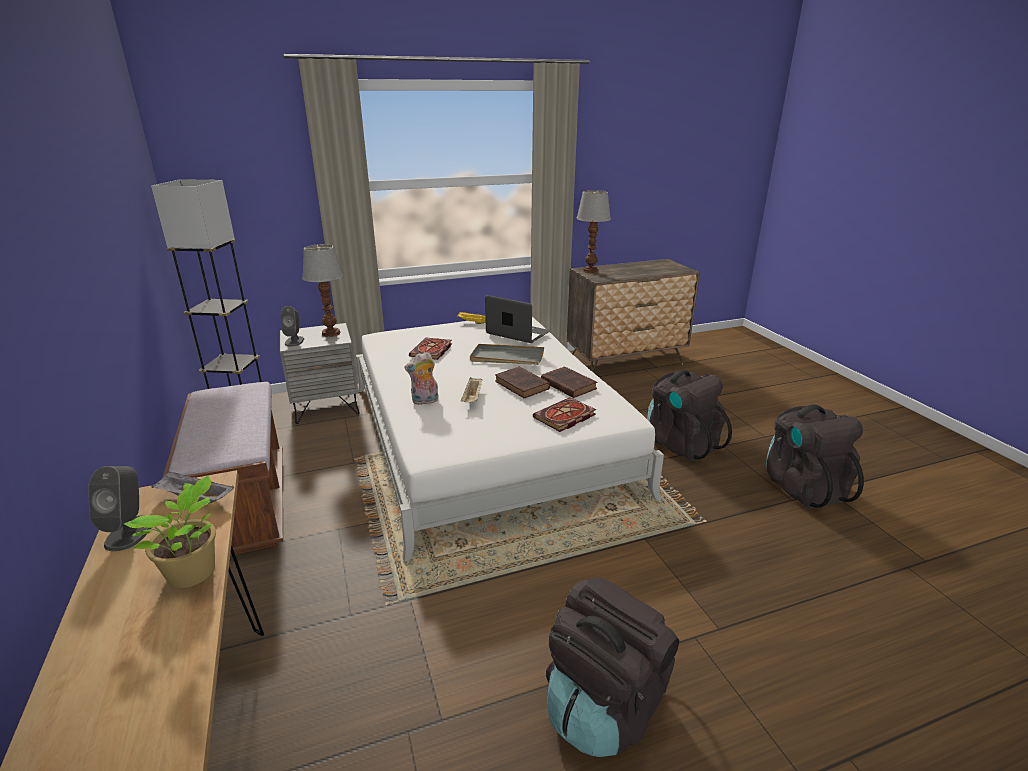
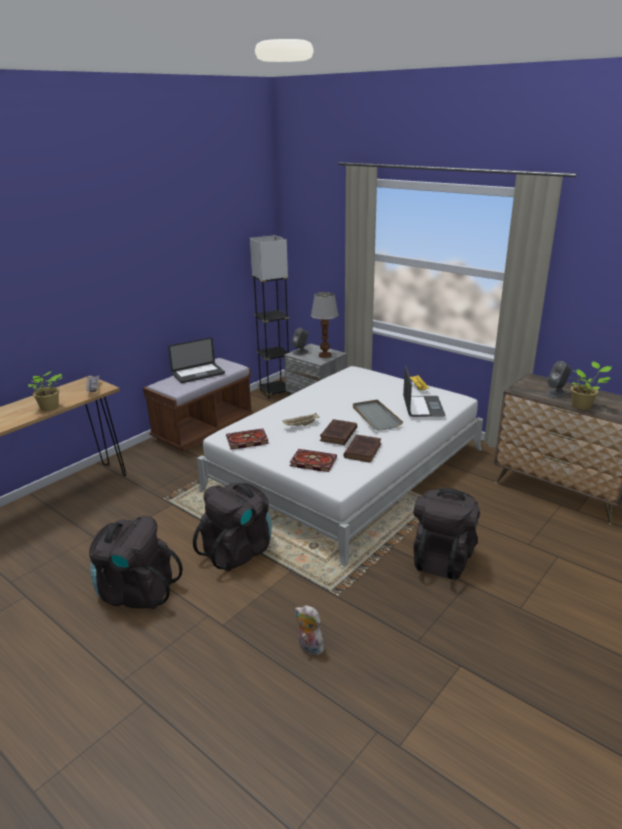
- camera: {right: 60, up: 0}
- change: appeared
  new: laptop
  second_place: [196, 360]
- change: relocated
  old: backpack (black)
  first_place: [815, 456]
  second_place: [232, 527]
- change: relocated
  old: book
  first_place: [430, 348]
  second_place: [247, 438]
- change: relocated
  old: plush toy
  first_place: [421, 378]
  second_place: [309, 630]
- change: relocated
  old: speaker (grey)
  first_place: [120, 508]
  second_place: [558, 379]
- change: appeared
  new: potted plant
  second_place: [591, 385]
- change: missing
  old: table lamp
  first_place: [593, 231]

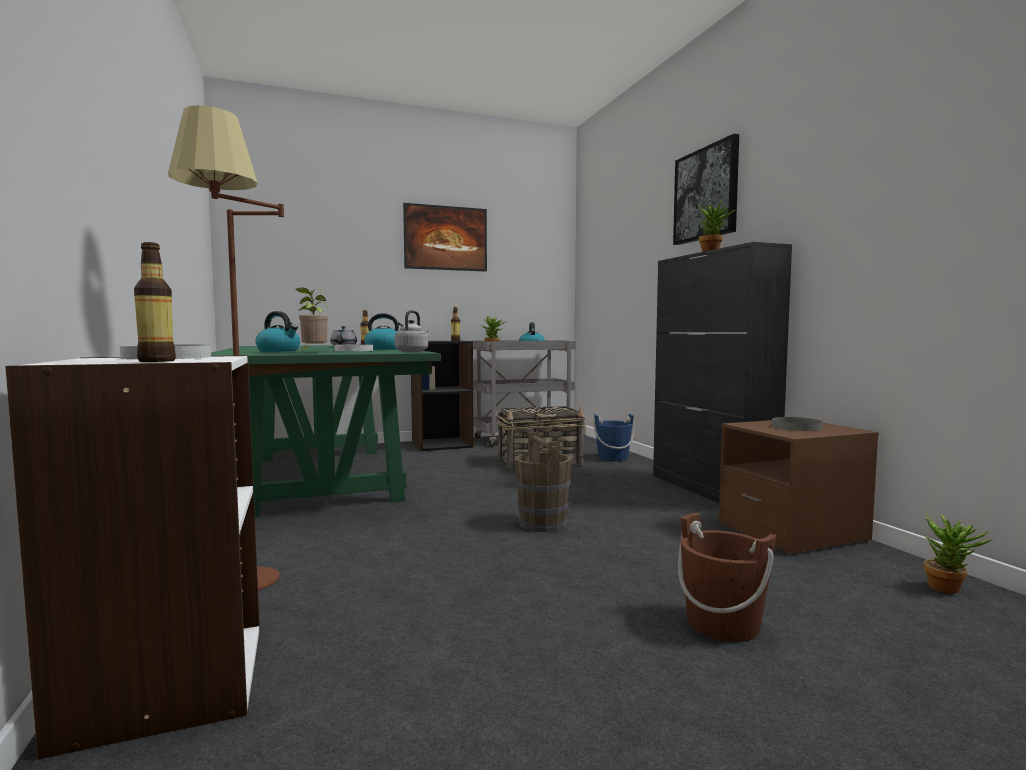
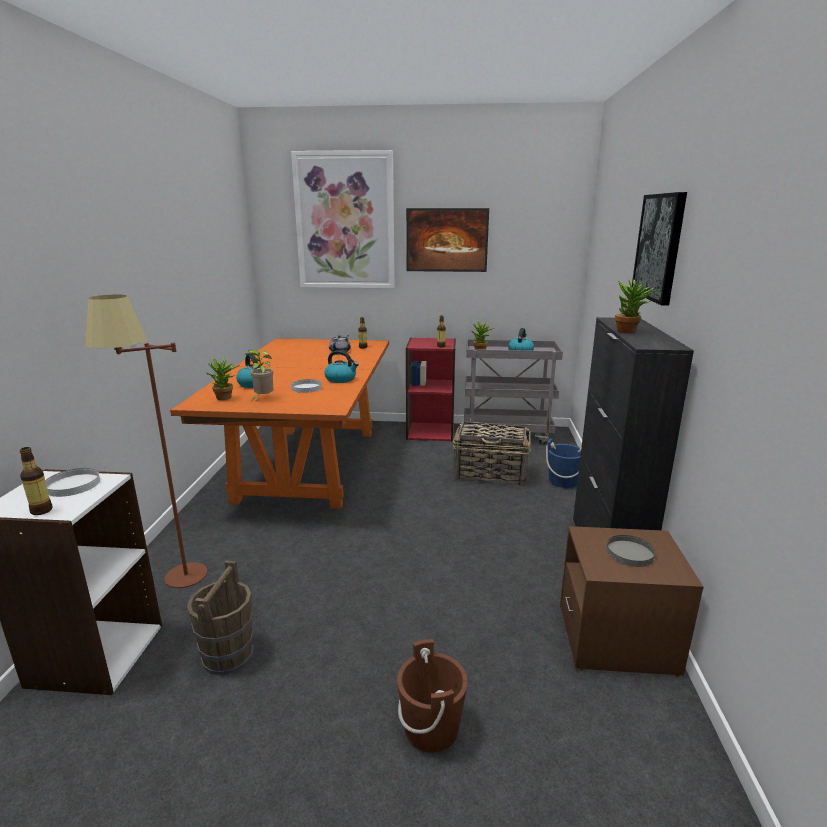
- camera: {right: 25, up: 15}
- change: colour
  old: dining table (green)
  new: dining table (orange)
  first_place: [326, 430]
  second_place: [279, 423]
- change: relocated
  old: bucket (brown)
  first_place: [543, 481]
  second_place: [220, 617]
- change: relocated
  old: potted plant
  first_place: [958, 553]
  second_place: [222, 378]
- change: appeared
  new: picture
  second_place: [343, 219]
- change: colour
  old: bookcase (black)
  new: bookcase (red)
  first_place: [442, 395]
  second_place: [431, 389]
- change: missing
  old: kettle (grey)
  first_place: [411, 331]

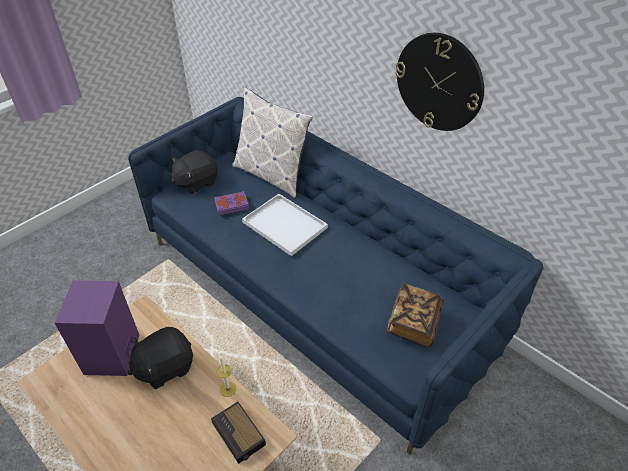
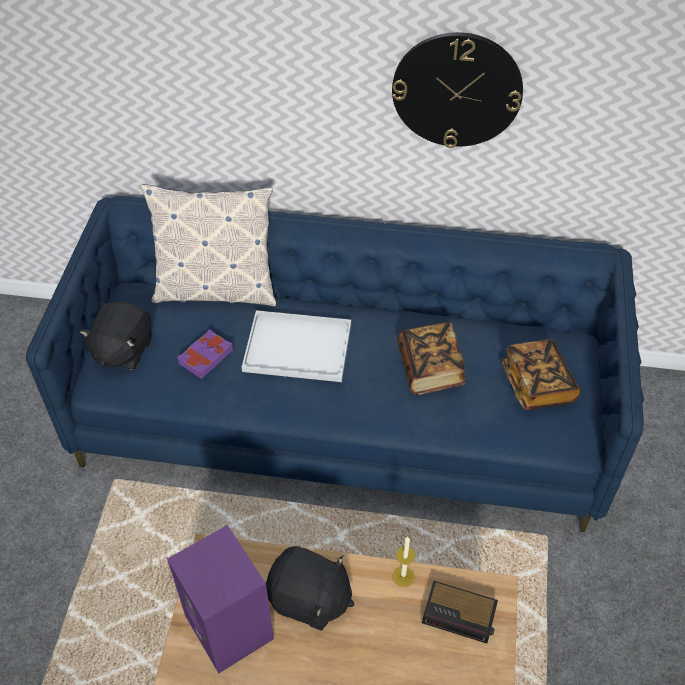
- camera: {right: -35, up: 5}
- change: spun
  old: plush toy (black)
  first_place: [160, 358]
  second_place: [310, 588]
  degrees: -90
- change: appeared
  new: book
  second_place: [431, 358]

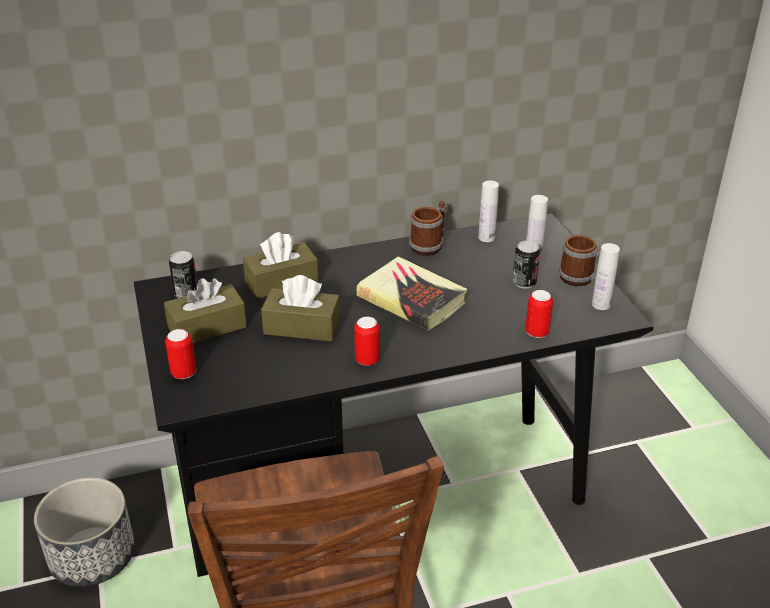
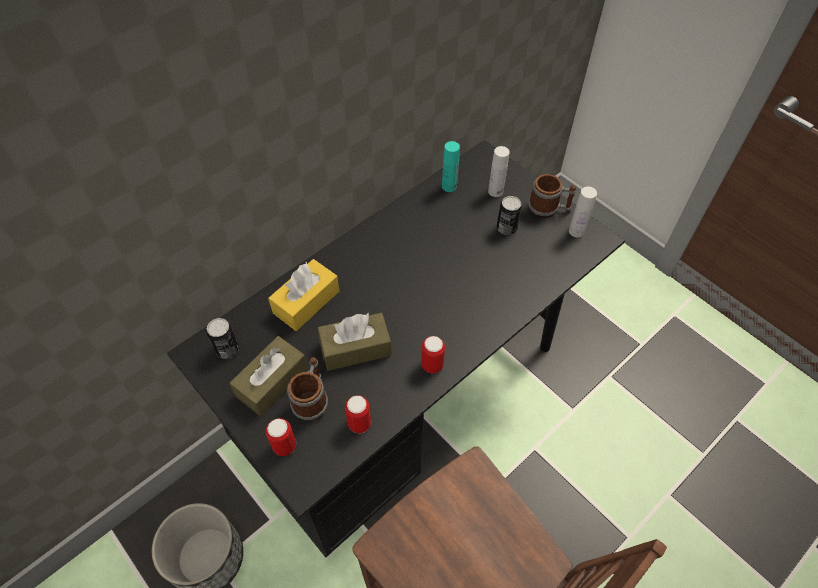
- camera: {right: -25, up: 20}
- change: colour
  old: tissue box (brown)
  new: tissue box (yellow)
  first_place: [281, 265]
  second_place: [303, 295]
- change: relocated
  old: mug
  first_place: [427, 228]
  second_place: [307, 389]
- change: relocated
  old: can
  first_place: [539, 314]
  second_place: [358, 414]
- change: colour
  old: bottle (white)
  new: bottle (turquoise)
  first_place: [488, 211]
  second_place: [451, 166]
- change: missing
  old: book
  first_place: [411, 293]

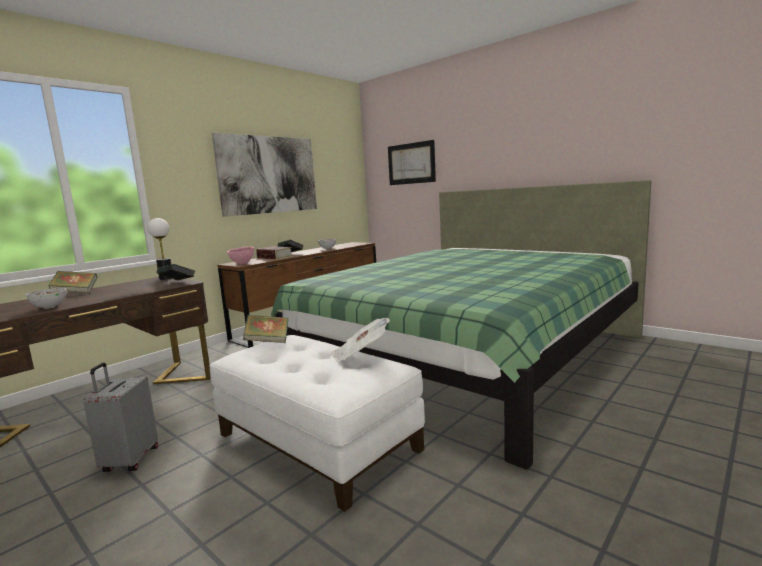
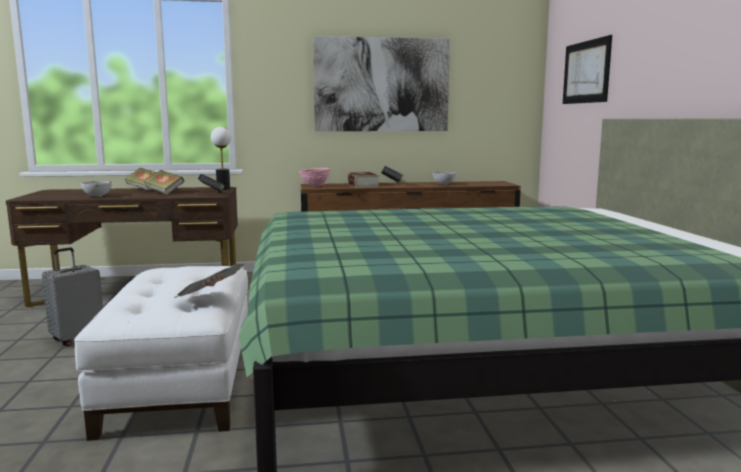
- camera: {right: 40, up: 0}
- change: relocated
  old: book
  first_place: [265, 329]
  second_place: [164, 182]

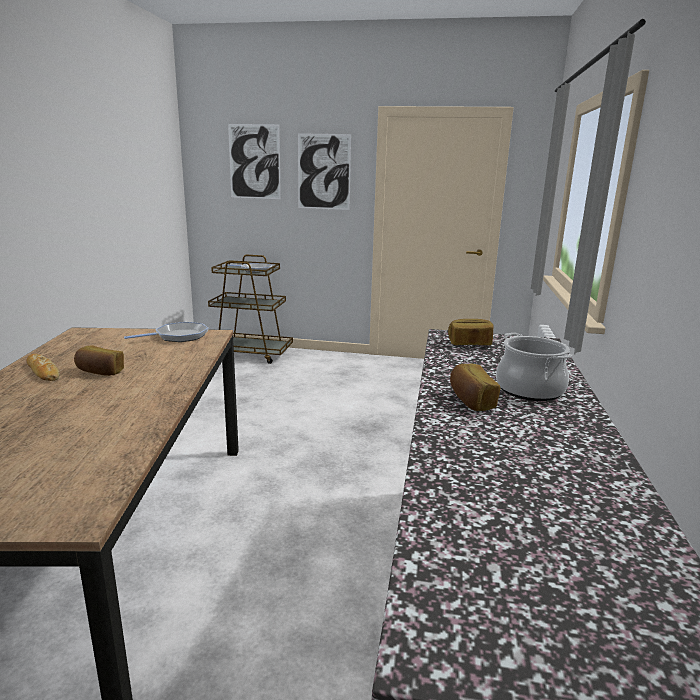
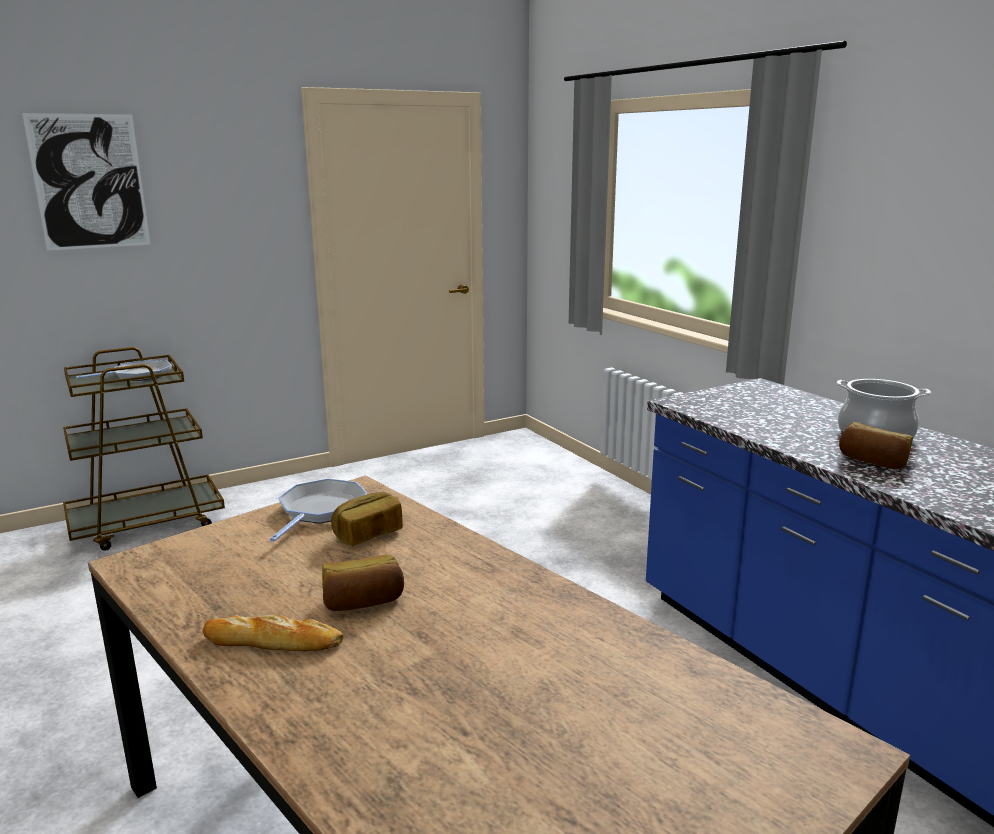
- camera: {right: -40, up: 0}
- change: relocated
  old: bread
  first_place: [470, 332]
  second_place: [367, 519]
- change: missing
  old: picture
  first_place: [324, 171]

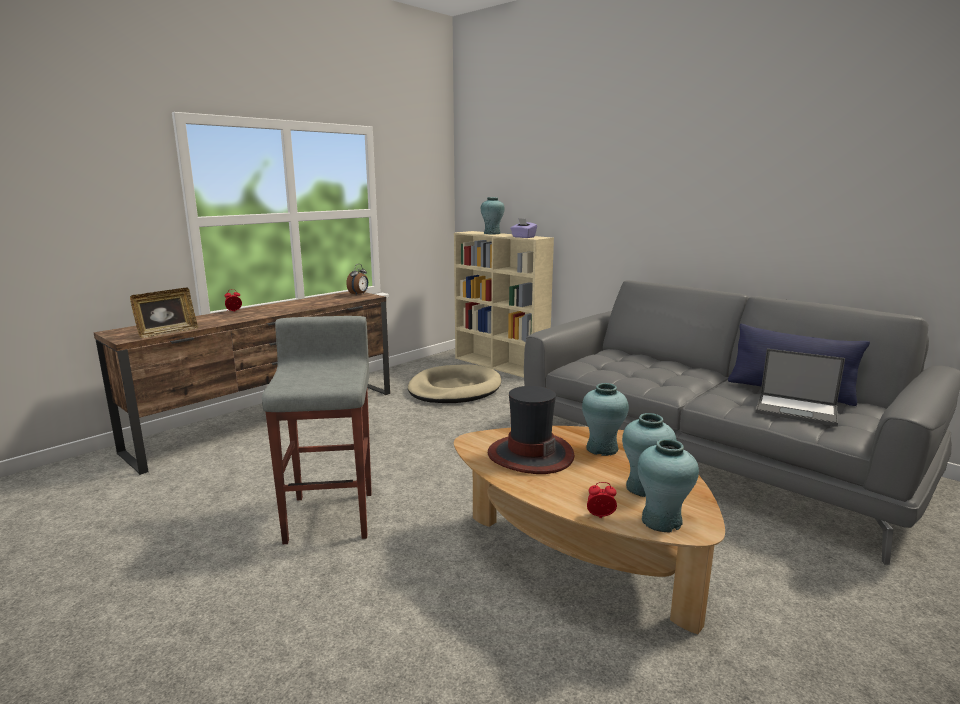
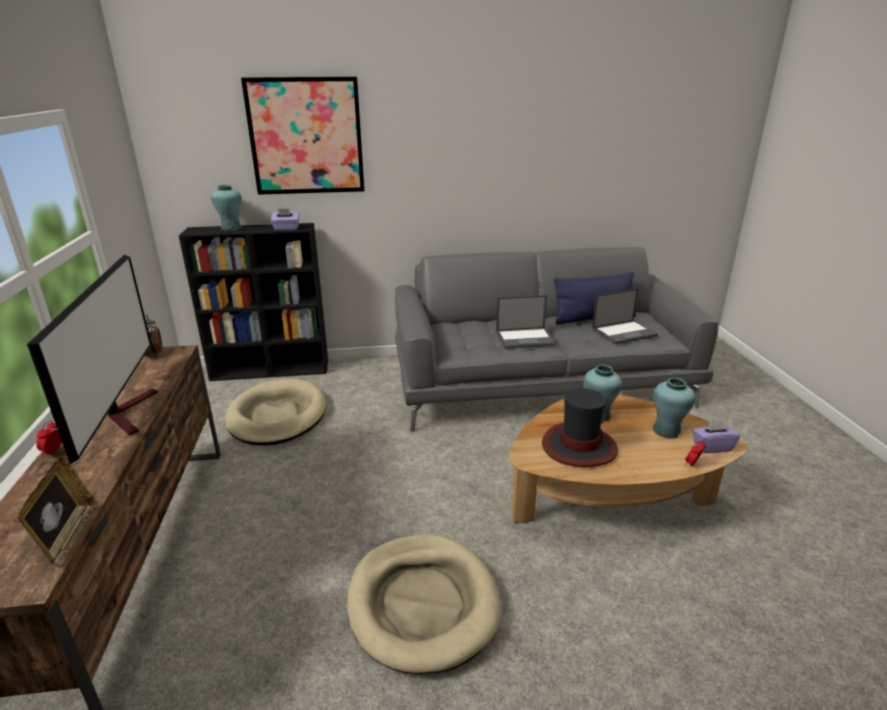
- camera: {right: -50, up: 10}
- change: appeared
  new: television
  second_place: [92, 359]
- change: colour
  old: bookcase (beige)
  new: bookcase (black)
  first_place: [504, 304]
  second_place: [253, 302]
- change: appeared
  new: picture
  second_place: [302, 136]
- change: exchanged
  old: stool (grey)
  new: dog bed (beige)
  first_place: [317, 430]
  second_place: [424, 604]
- change: appeared
  new: laptop
  second_place: [526, 322]
- change: exchanged
  old: vase (turquoise)
  new: tissue box (purple)
  first_place: [668, 486]
  second_place: [716, 436]

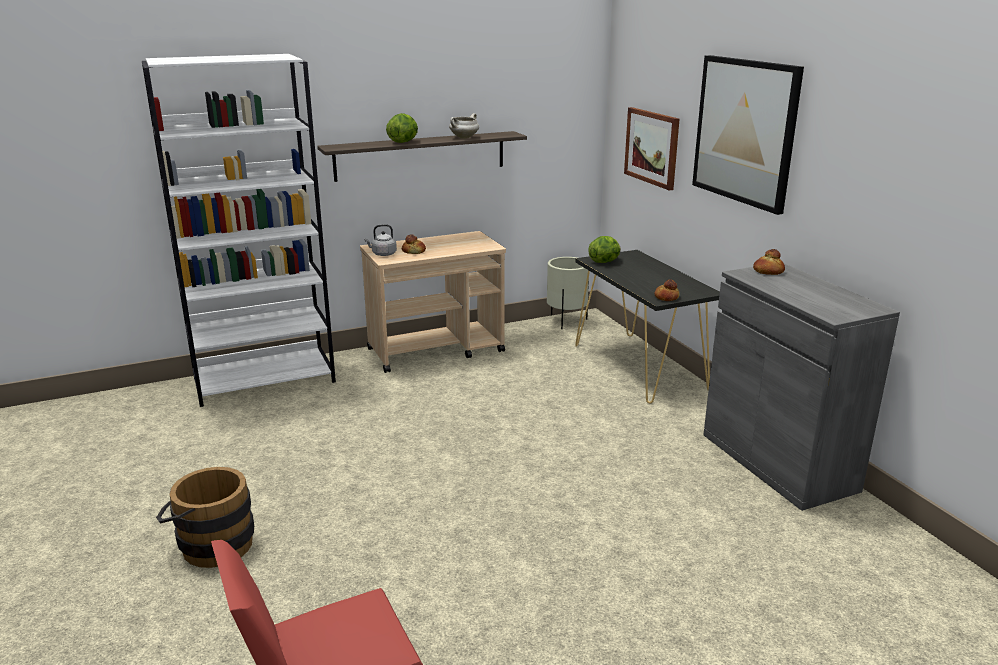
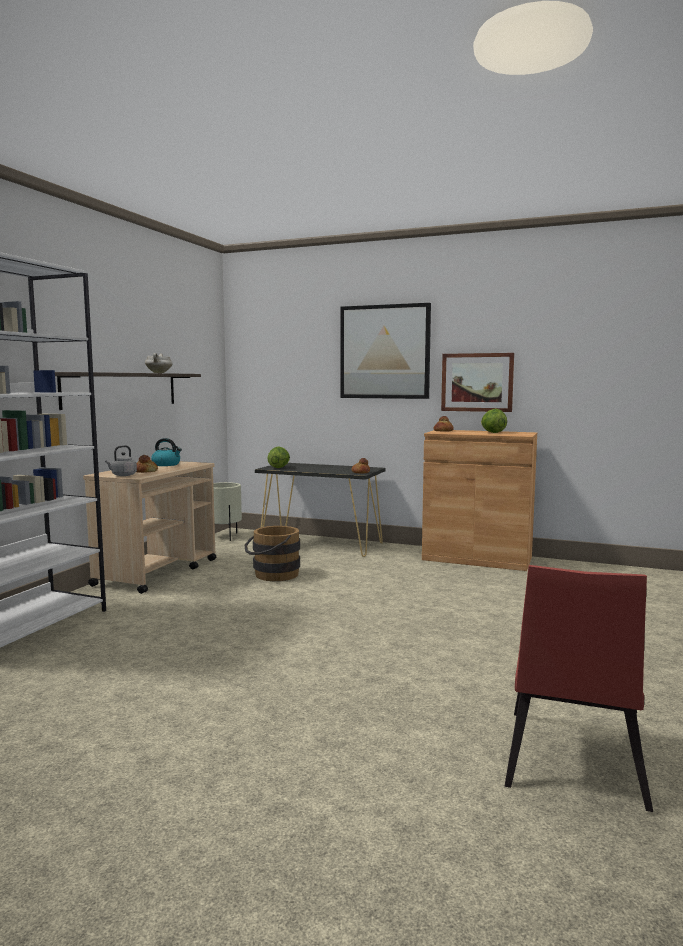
- camera: {right: -45, up: -15}
- change: appeared
  new: kettle
  second_place: [166, 452]
- change: relocated
  old: bucket (brown)
  first_place: [205, 517]
  second_place: [272, 553]
- change: colour
  old: cabinet (grey)
  new: cabinet (brown)
  first_place: [801, 387]
  second_place: [479, 500]
- change: relocated
  old: picture
  first_place: [651, 149]
  second_place: [477, 382]
- change: relocated
  old: lettuce
  first_place: [402, 128]
  second_place: [494, 421]

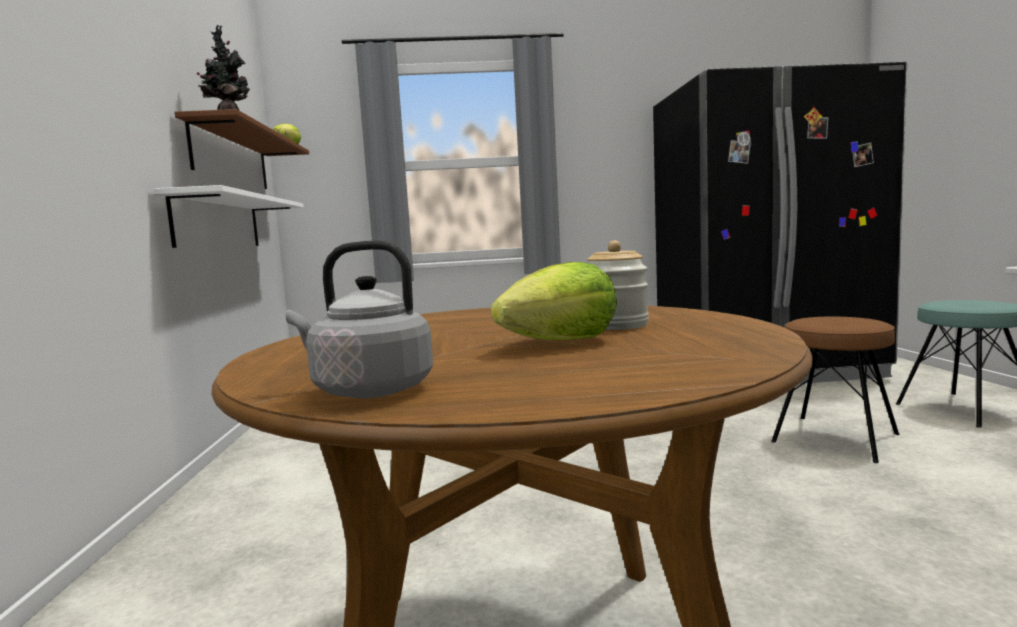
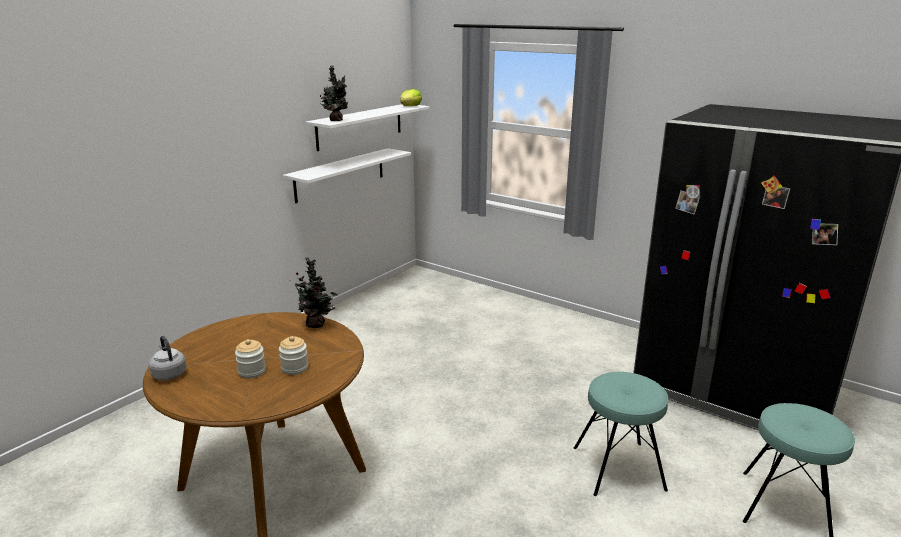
- camera: {right: 40, up: 15}
- change: exchanged
  old: lettuce
  new: jar
  first_place: [554, 301]
  second_place: [250, 359]
- change: appeared
  new: potted plant
  second_place: [316, 292]
- change: colour
  old: shelf (brown)
  new: shelf (white)
  first_place: [242, 149]
  second_place: [367, 127]
- change: colour
  old: stool (brown)
  new: stool (turquoise)
  first_place: [835, 390]
  second_place: [621, 434]

